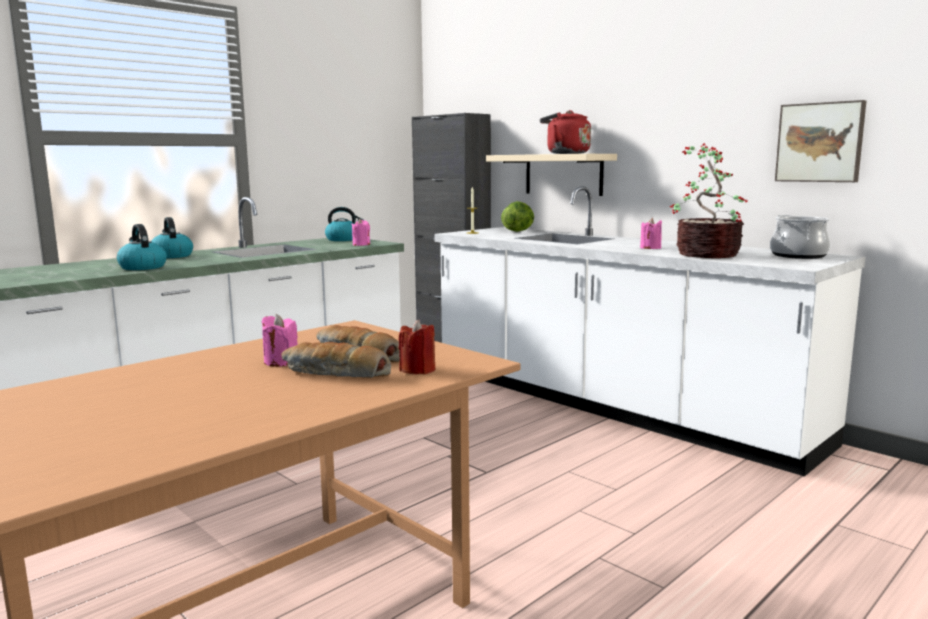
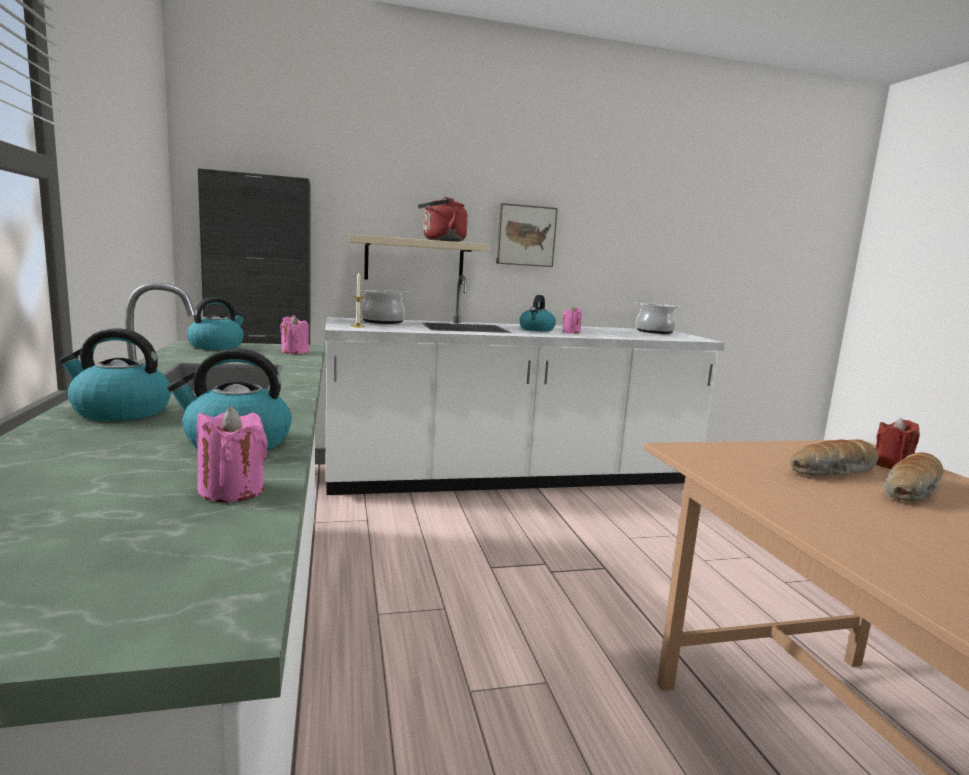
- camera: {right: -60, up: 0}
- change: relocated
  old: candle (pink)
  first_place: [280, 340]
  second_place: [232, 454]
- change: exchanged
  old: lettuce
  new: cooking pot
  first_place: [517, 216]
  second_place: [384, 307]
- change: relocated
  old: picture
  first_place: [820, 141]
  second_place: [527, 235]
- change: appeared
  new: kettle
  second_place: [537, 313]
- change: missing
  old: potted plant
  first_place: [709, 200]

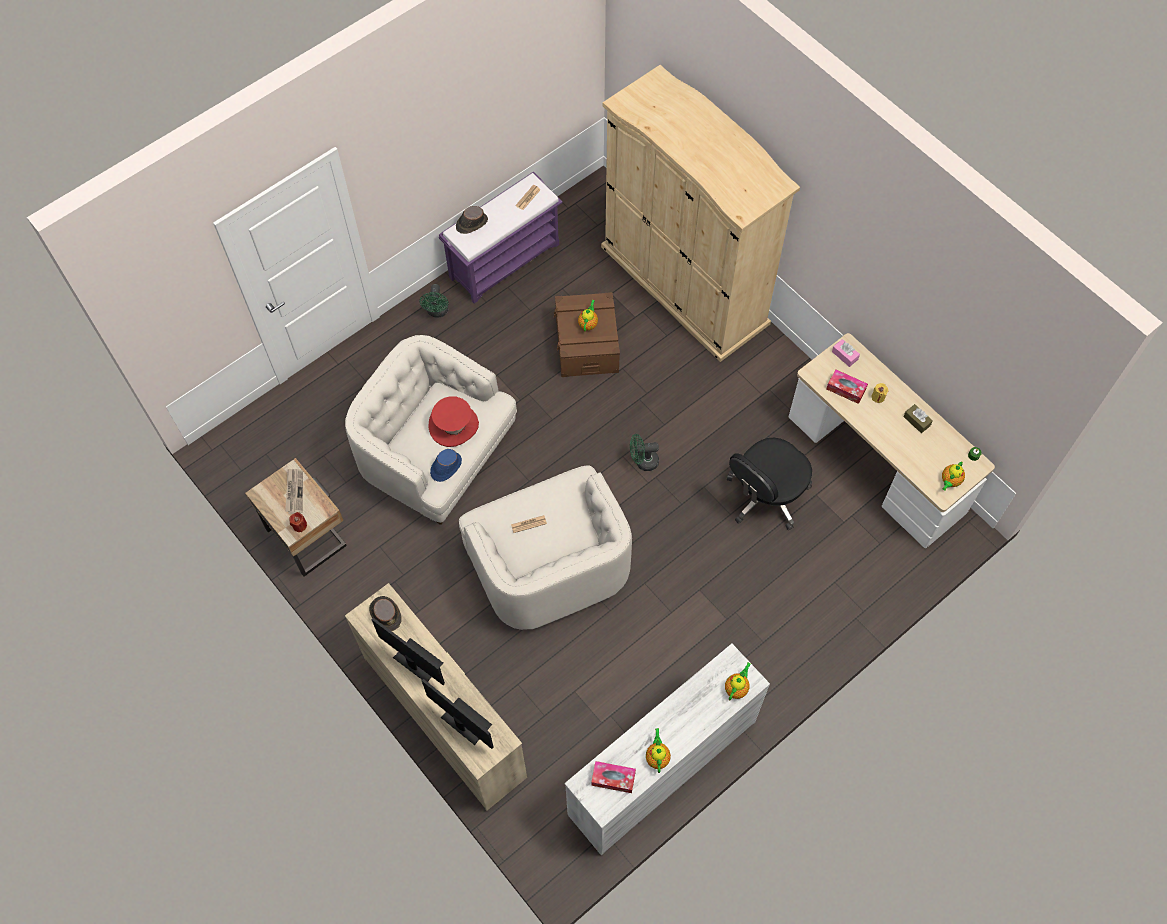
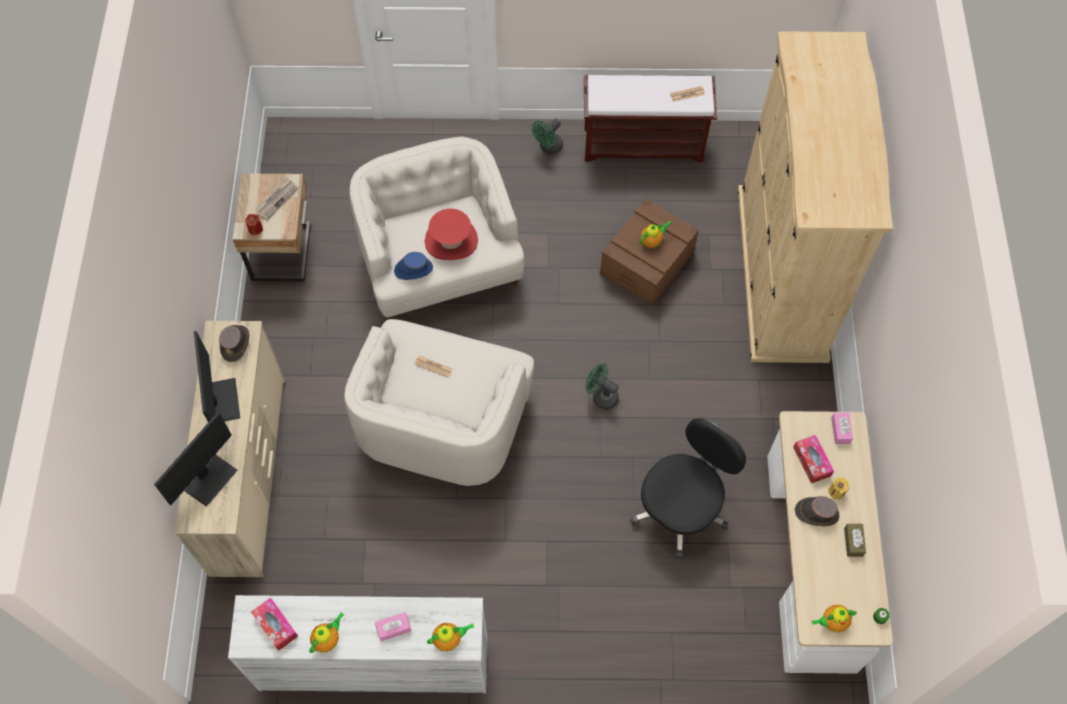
- camera: {right: 40, up: 0}
- change: spun
  old: monitor
  first_place: [457, 714]
  second_place: [196, 459]
  degrees: 45
- change: appeared
  new: tissue box (pink)
  second_place: [393, 626]
- change: colour
  old: bench (purple)
  new: bench (brown)
  first_place: [501, 238]
  second_place: [650, 118]
- change: spun
  old: office chair (black)
  first_place: [769, 484]
  second_place: [688, 488]
  degrees: 135
- change: relocated
  old: hat (brown)
  first_place: [472, 220]
  second_place: [817, 511]

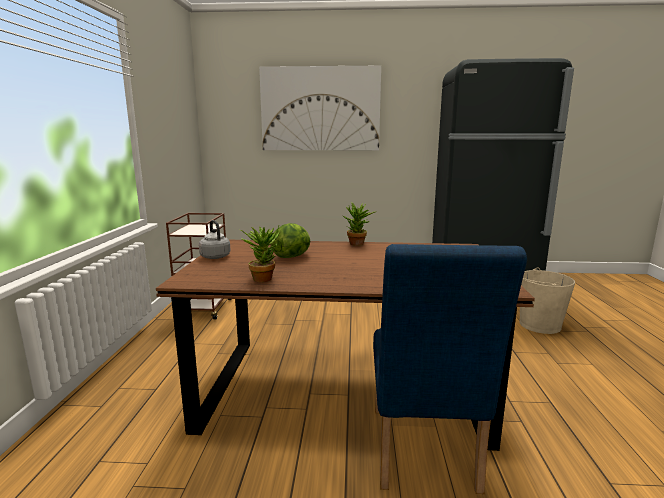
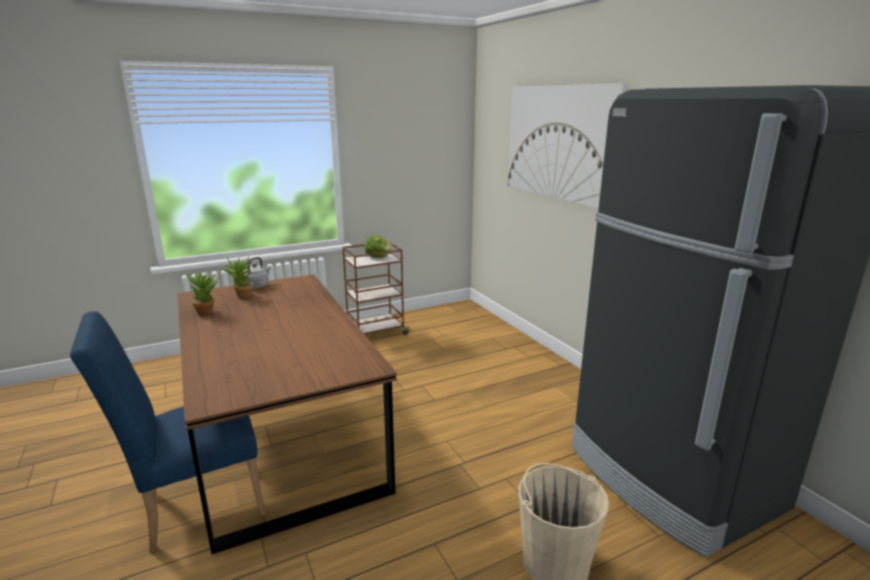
- camera: {right: 60, up: 5}
- change: relocated
  old: potted plant
  first_place: [359, 224]
  second_place: [237, 277]
- change: relocated
  old: lettuce
  first_place: [290, 240]
  second_place: [379, 247]

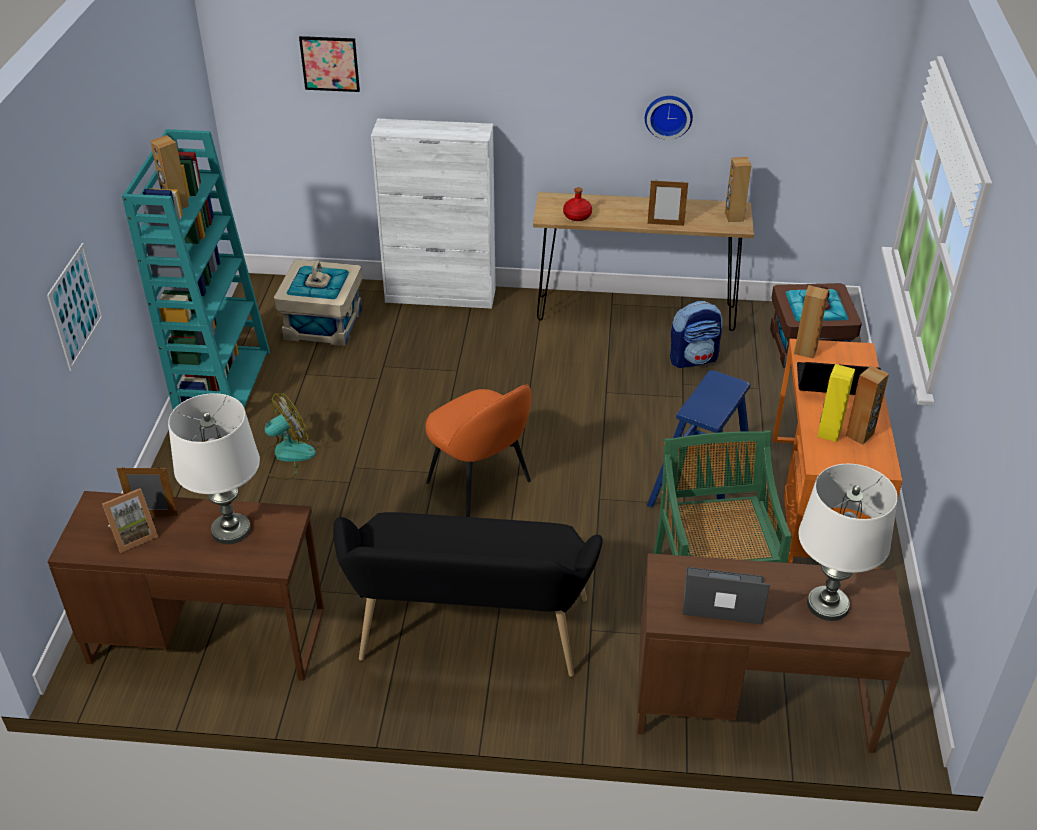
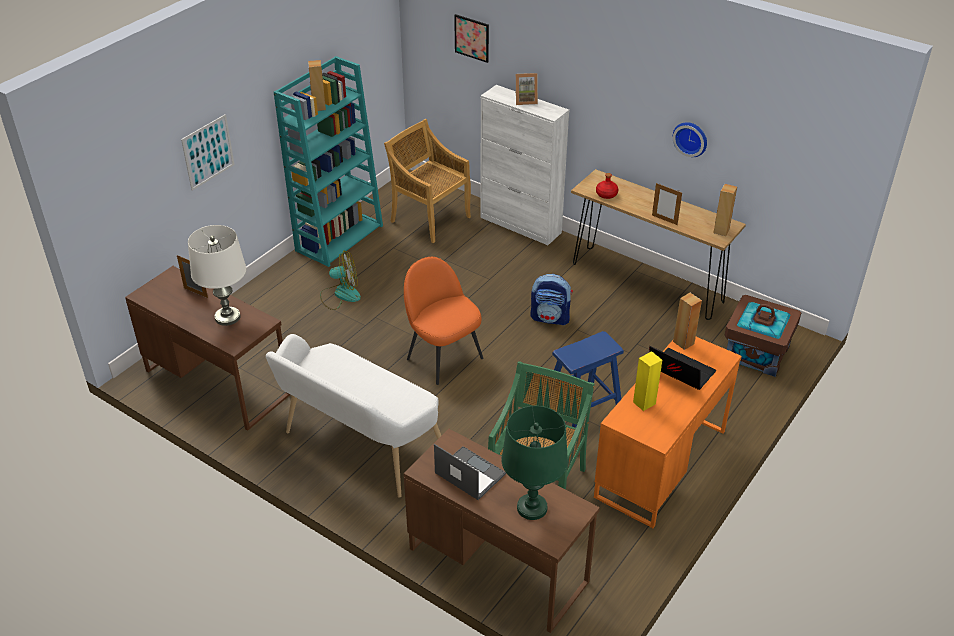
- camera: {right: 30, up: 0}
- change: colour
  old: bench (black)
  new: bench (white)
  first_place: [468, 594]
  second_place: [353, 415]
- change: exchanged
  old: storage box (beige)
  new: chair (beige)
  first_place: [318, 303]
  second_place: [427, 181]
- change: spun
  old: chair (orange)
  first_place: [478, 451]
  second_place: [443, 321]
  degrees: 150
- change: colour
  old: table lamp (white)
  new: table lamp (green)
  first_place: [848, 542]
  second_place: [534, 463]
- change: relocated
  old: picture frame
  first_place: [130, 520]
  second_place: [526, 89]
- change: relocated
  old: backpack
  first_place: [696, 334]
  second_place: [551, 299]
- change: missing
  old: speaker (brown)
  first_place: [867, 405]

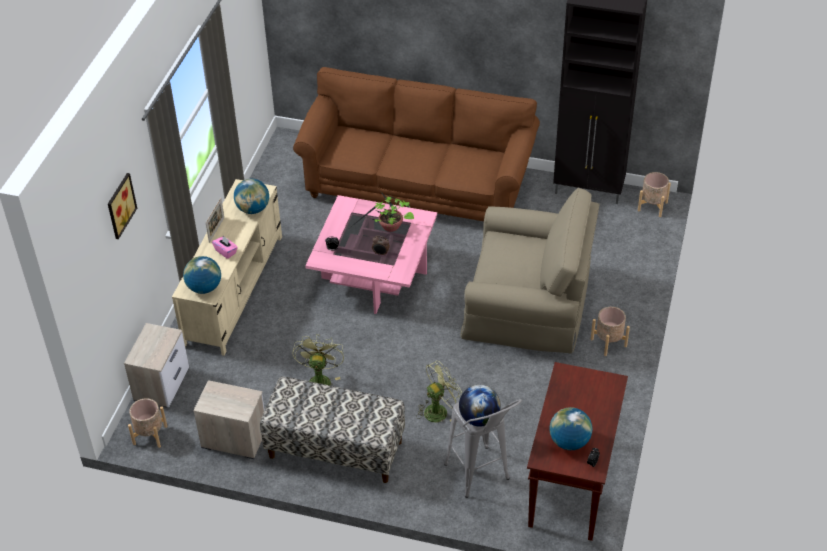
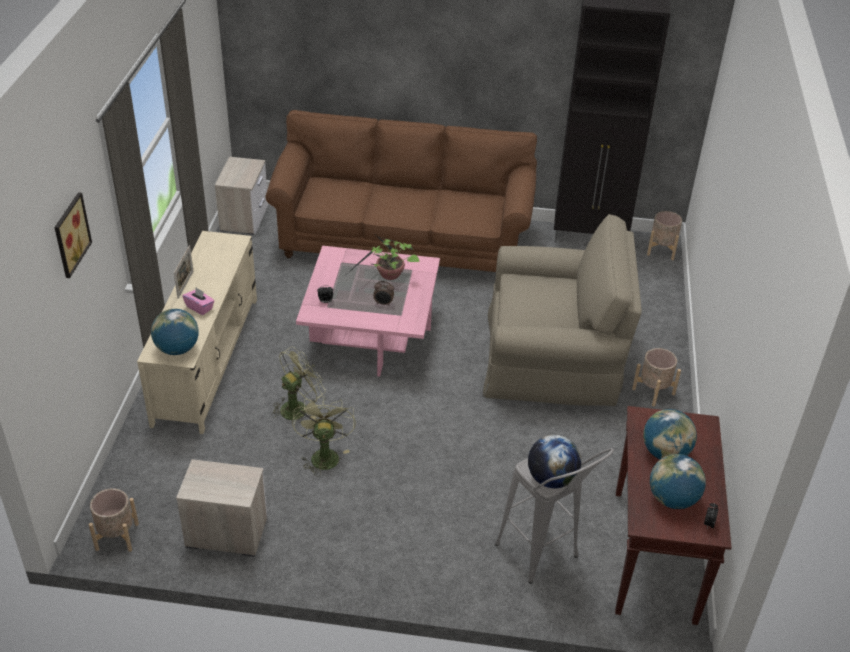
- camera: {right: -10, up: -5}
- change: relocated
  old: nightstand
  first_place: [156, 365]
  second_place: [241, 196]
- change: relocated
  old: fan (green)
  first_place: [439, 392]
  second_place: [298, 383]
- change: relocated
  old: globe
  first_place: [251, 196]
  second_place: [670, 434]
- change: missing
  old: bench
  first_place: [332, 430]

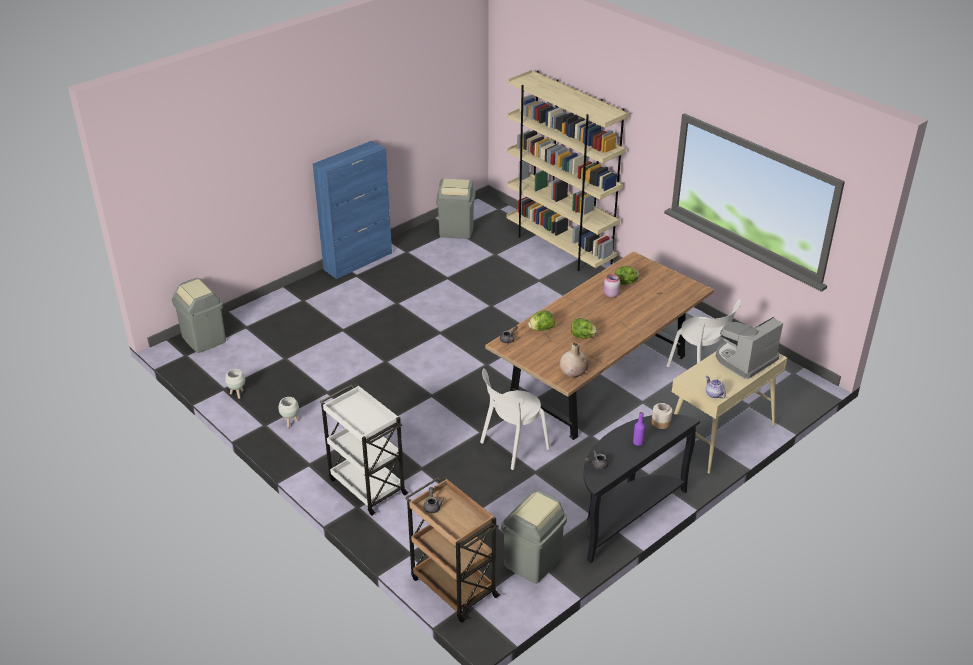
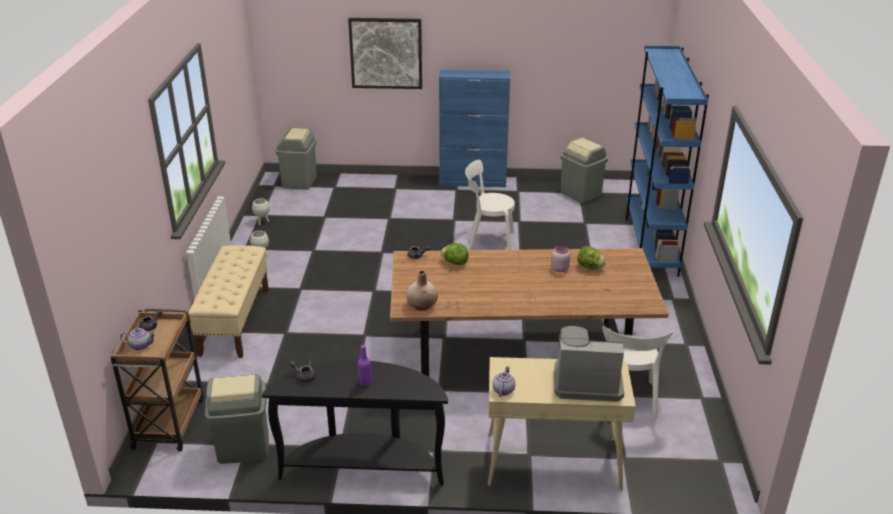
- camera: {right: 45, up: -5}
- change: appeared
  new: teapot
  second_place: [138, 339]
- change: exchanged
  old: cart (white)
  new: bench (beige)
  first_place: [364, 450]
  second_place: [228, 301]
- change: appeared
  new: picture
  second_place: [385, 53]
- change: relocated
  old: chair (white)
  first_place: [515, 419]
  second_place: [490, 205]
- change: colour
  old: bookcase (beige)
  new: bookcase (blue)
  first_place: [568, 170]
  second_place: [667, 161]
- change: missing
  old: lettuce
  first_place: [584, 328]
- change: missing
  old: jar
  first_place: [662, 416]

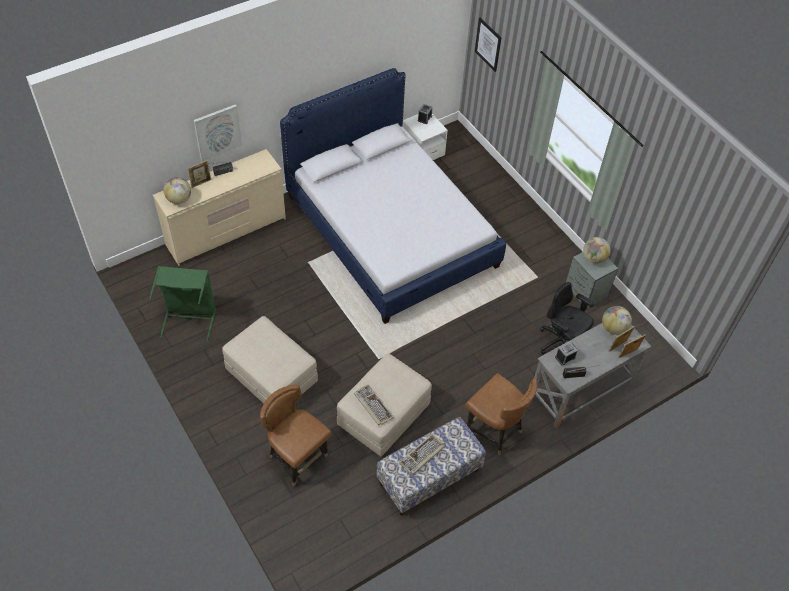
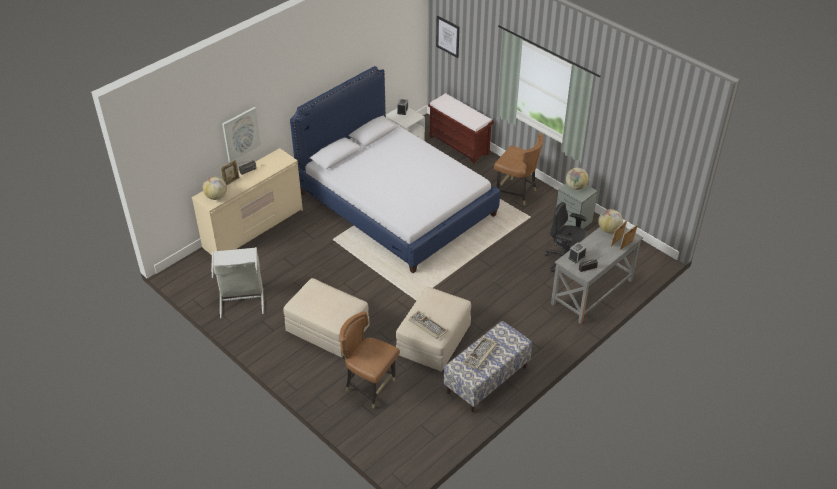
- camera: {right: -10, up: -10}
- change: colour
  old: laundry basket (green)
  new: laundry basket (grey)
  first_place: [182, 304]
  second_place: [237, 282]
- change: appeared
  new: bench (brown)
  second_place: [461, 128]
- change: relocated
  old: chair (brown)
  first_place: [501, 414]
  second_place: [518, 169]

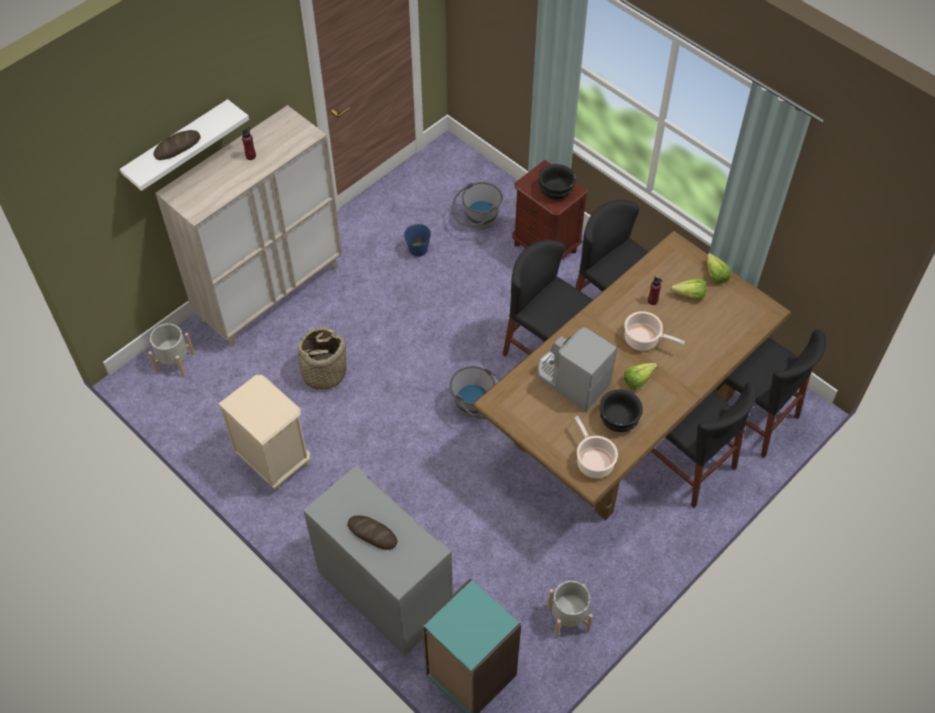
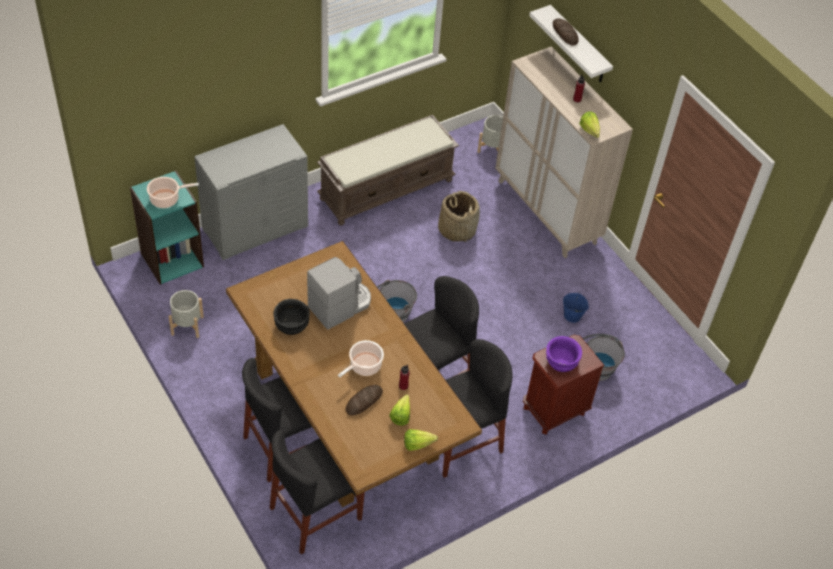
- camera: {right: 100, up: -5}
- change: relocated
  old: cooking pot
  first_place: [596, 447]
  second_place: [173, 192]
- change: exchanged
  old: nightstand (beige)
  new: bench (brown)
  first_place: [264, 432]
  second_place: [388, 170]
- change: relocated
  old: bread
  first_place: [373, 532]
  second_place: [364, 400]
- change: colour
  old: bowl (black)
  new: bowl (purple)
  first_place: [557, 182]
  second_place: [564, 354]
- change: relocated
  old: lettuce
  first_place: [640, 376]
  second_place: [589, 124]

